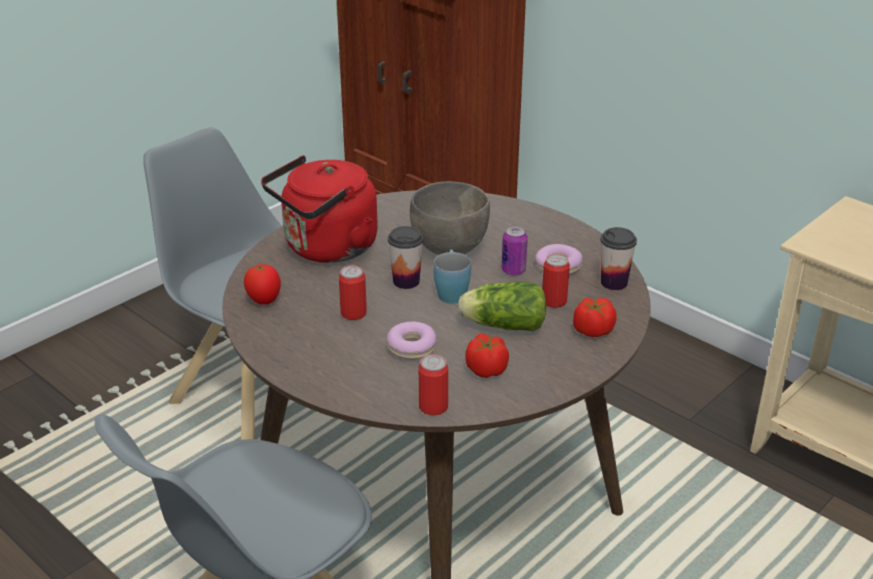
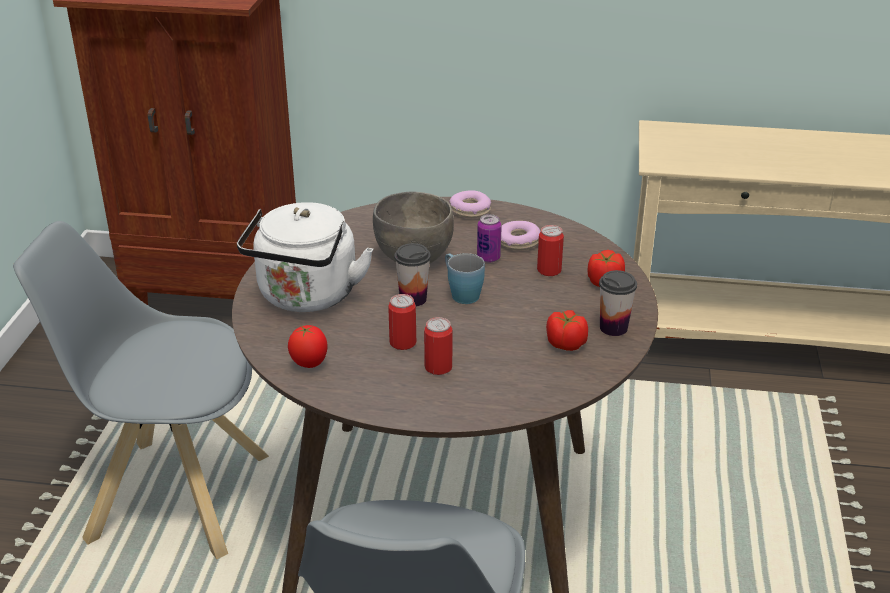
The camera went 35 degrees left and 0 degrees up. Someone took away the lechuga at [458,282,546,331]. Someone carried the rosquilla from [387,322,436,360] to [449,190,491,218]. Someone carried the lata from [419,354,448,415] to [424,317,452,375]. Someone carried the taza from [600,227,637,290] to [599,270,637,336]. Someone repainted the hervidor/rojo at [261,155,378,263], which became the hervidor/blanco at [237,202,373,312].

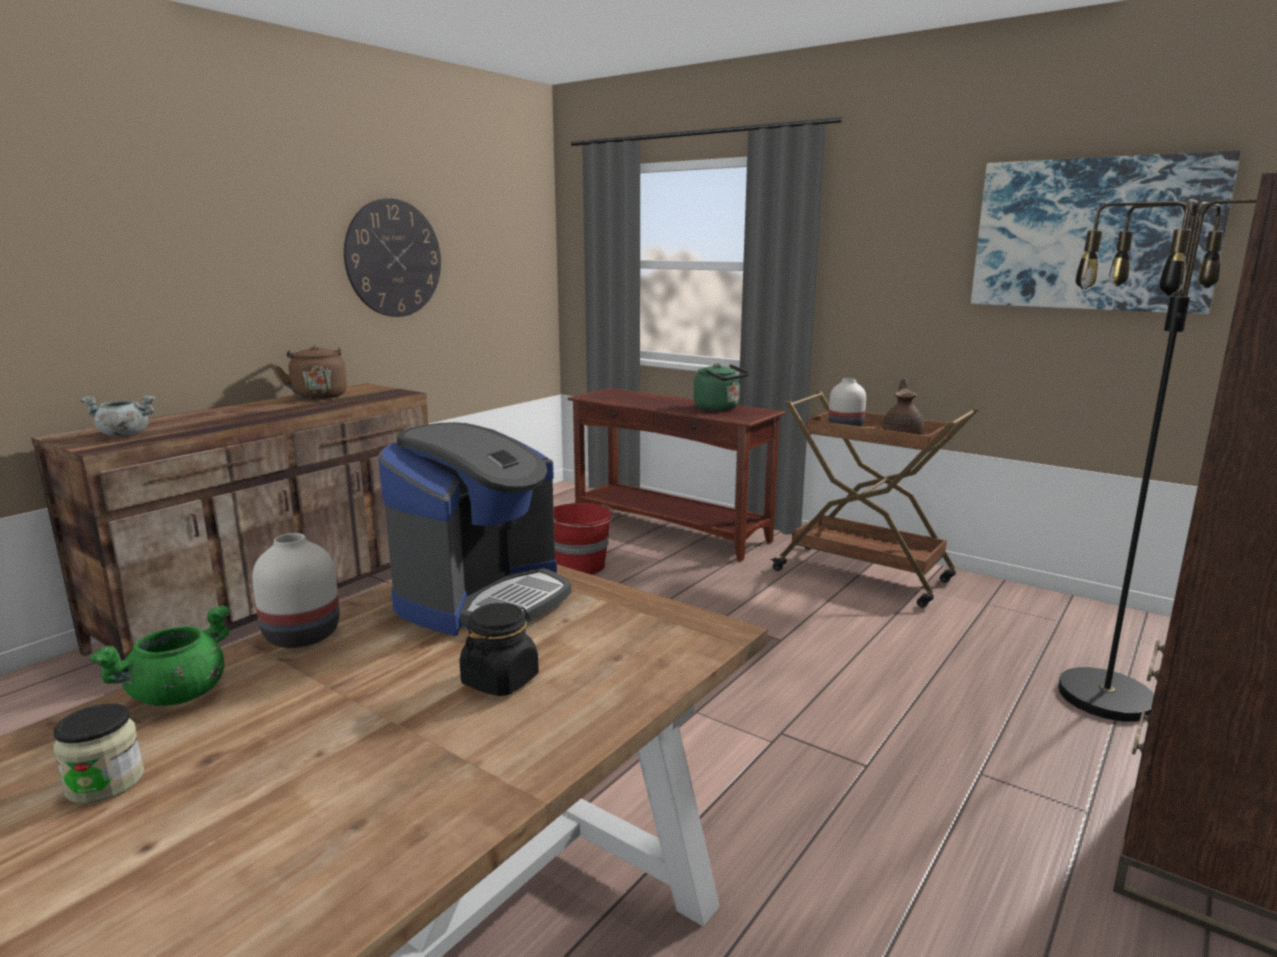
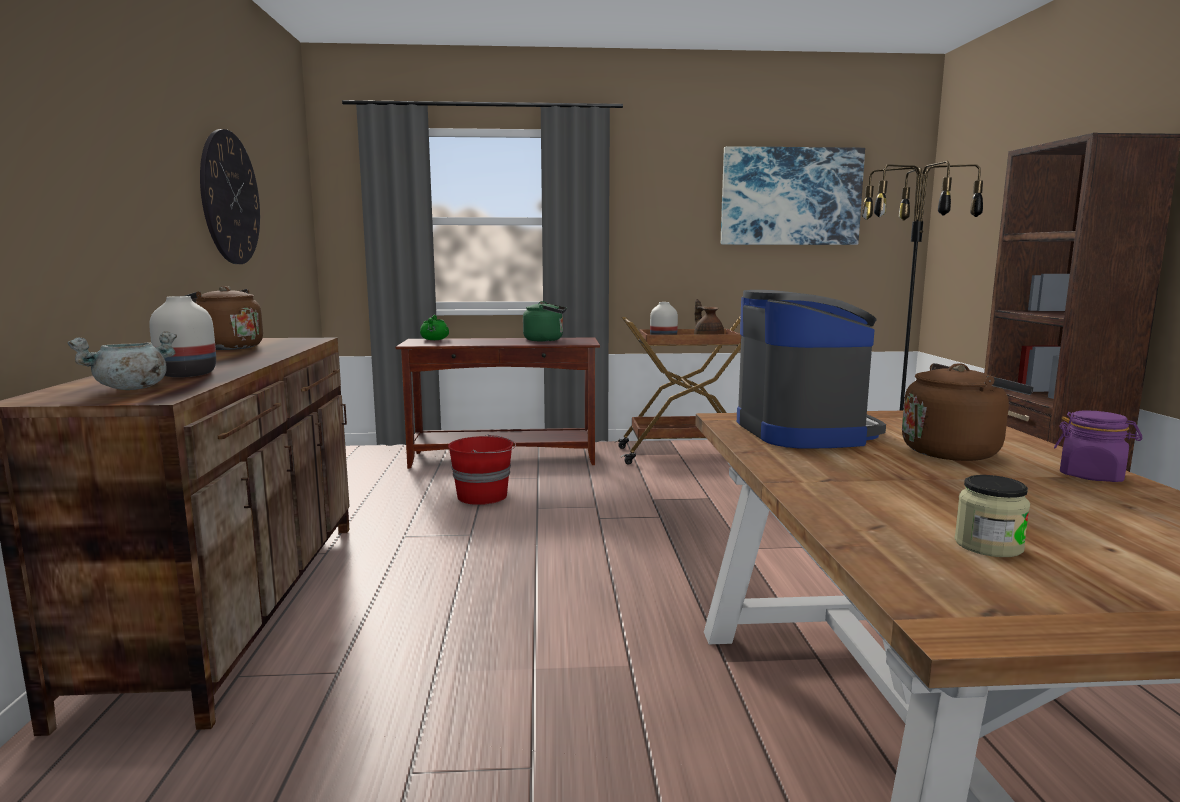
The camera went 40 degrees left and 5 degrees down. Someone put down the tarro/morado at [1054,411,1142,482]. Someone carried the olla/verde from [89,605,231,706] to [420,315,449,340]. Someone carried the florero/blanco from [252,533,340,648] to [149,296,216,377]. Someone swapped the tarro/negro at [460,603,539,696] for the hervidor/marrón at [902,363,1033,461].

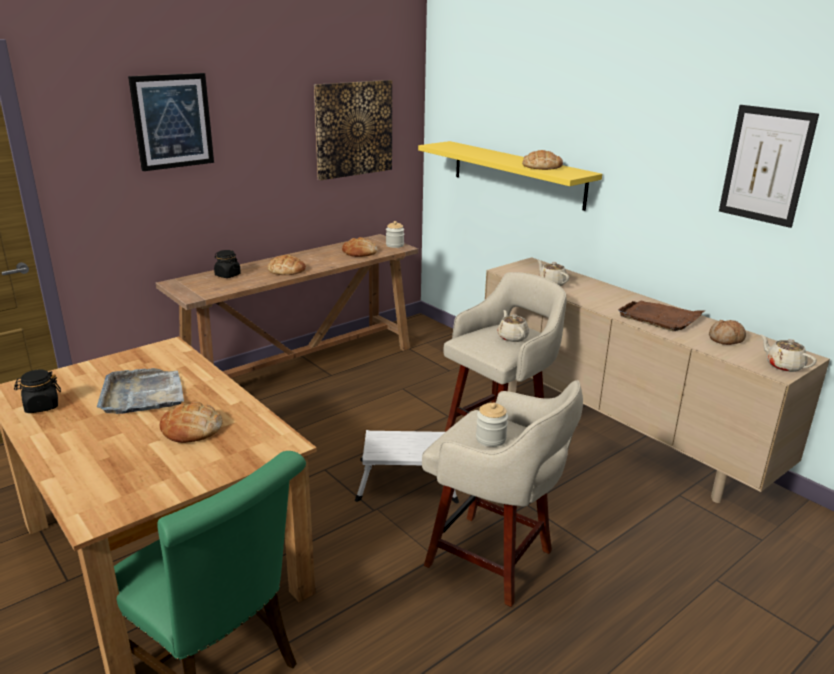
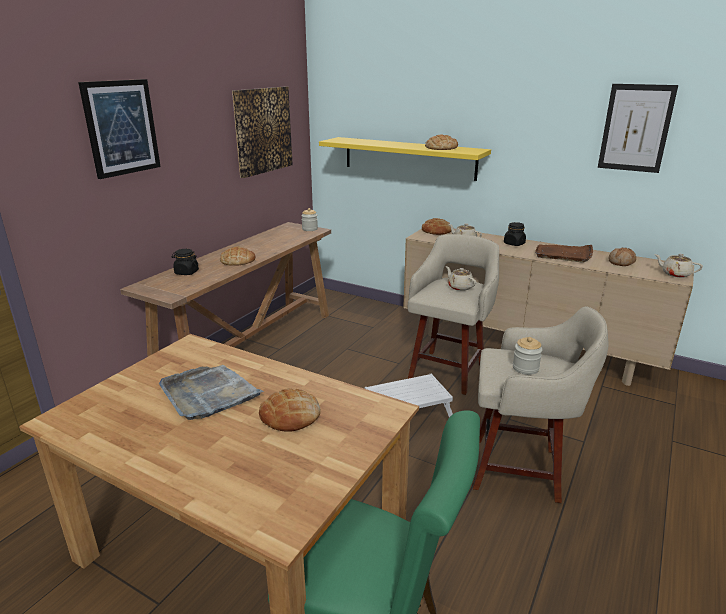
The camera went 20 degrees left and 0 degrees up. Someone carried the tarro/negro from [14,369,61,413] to [504,222,526,246]. Someone carried the pan from [342,237,378,257] to [422,218,451,235].

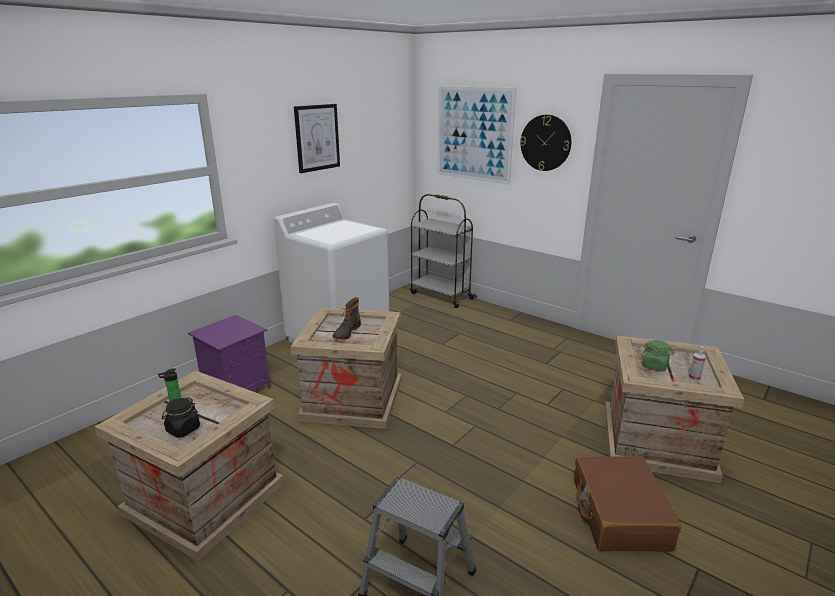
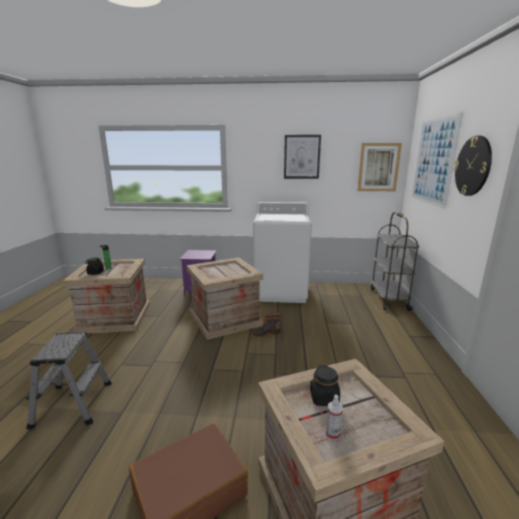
The camera went 55 degrees right and 5 degrees down. Someone put up the cuadro at [357,143,402,191]. Someone carried the bota from [332,297,361,340] to [251,313,281,336]. Someone repainted the tarro/verde at [642,340,674,372], which became the tarro/negro at [310,365,340,406].

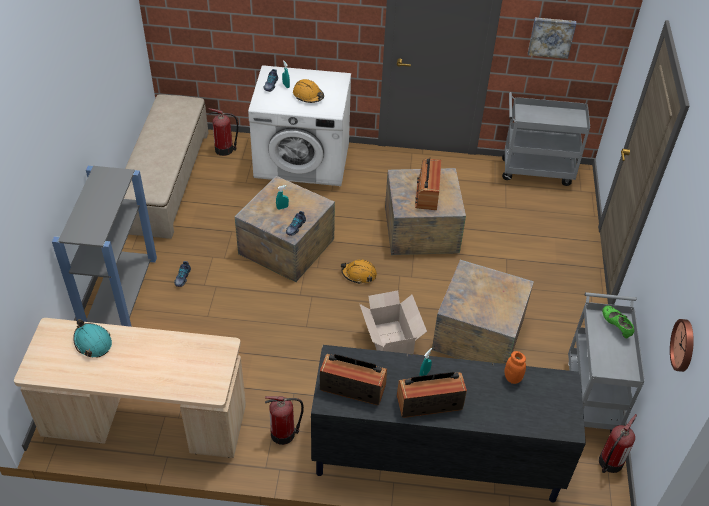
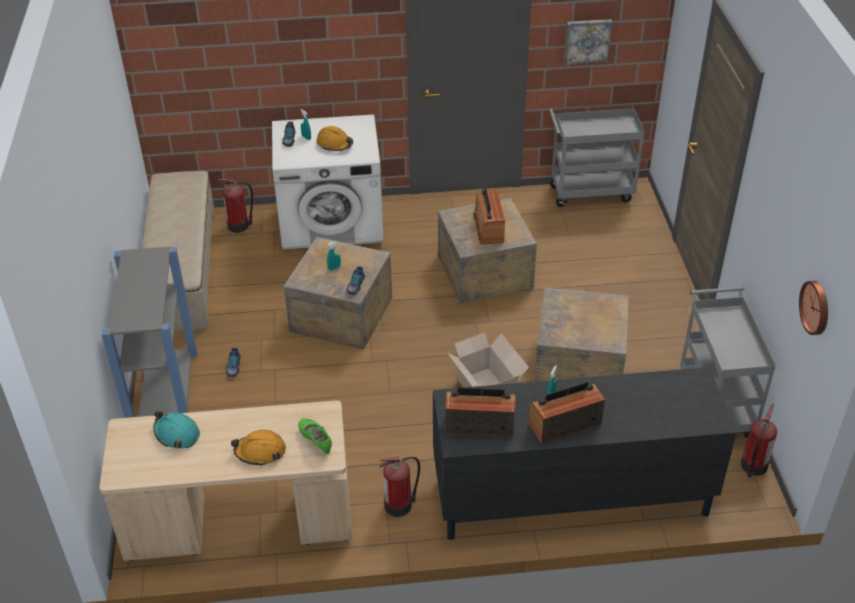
The camera went 10 degrees left and 5 degrees down. Someone took away the tarro/naranja at [505,351,526,384]. Someone carried the casco/naranja from [341,260,377,284] to [231,430,286,466]. Someone carried the zapato/verde from [602,306,634,338] to [298,418,332,454].

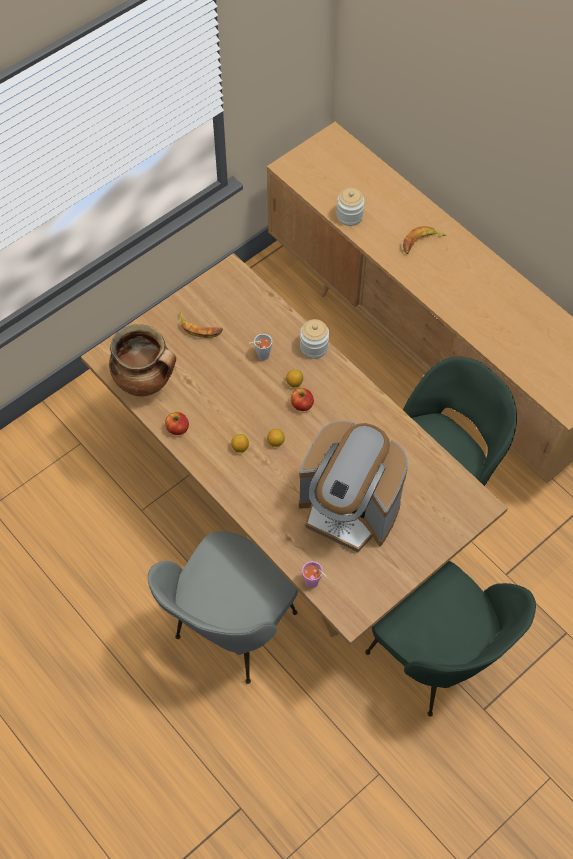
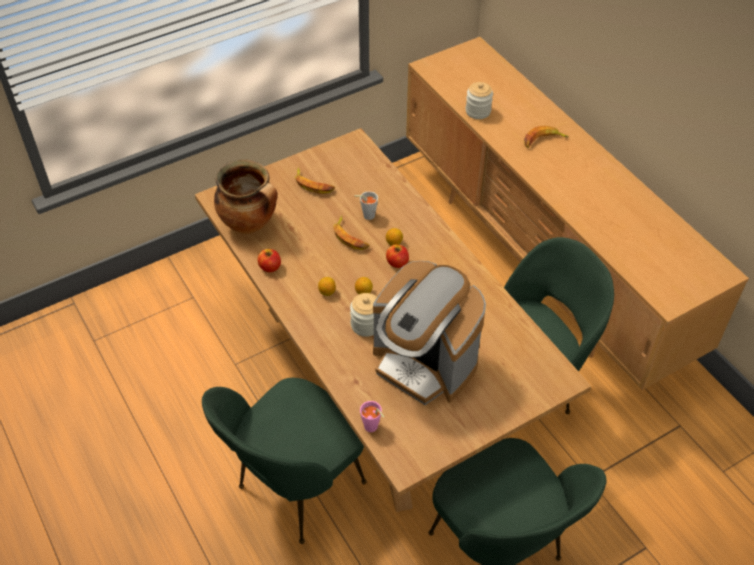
The camera went 10 degrees right and 10 degrees down. Someone put down the plátano at [333,215,369,250]. Someone carried the tarro from [300,319,329,359] to [350,293,377,337]. Someone repainted the silla/gris at [148,531,298,684], which became the silla/verde at [202,378,367,544].

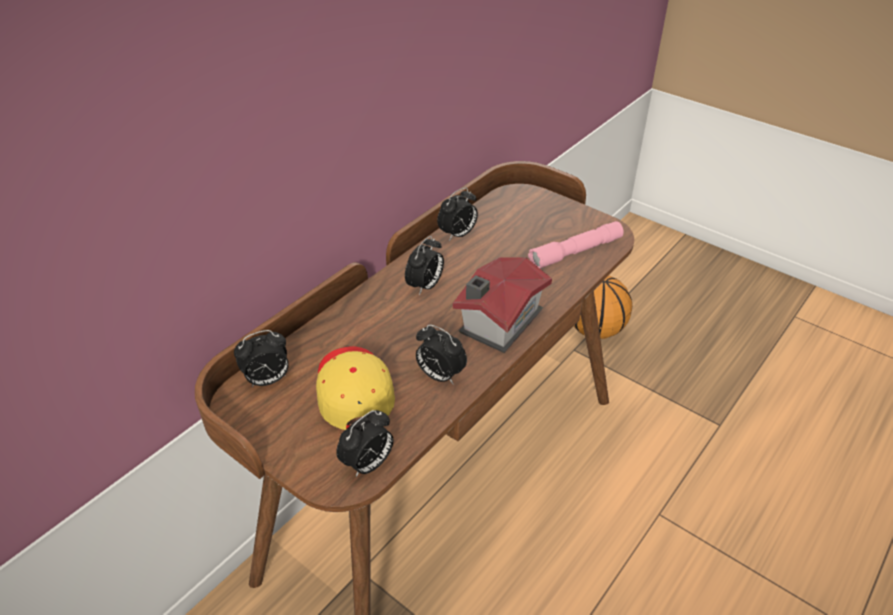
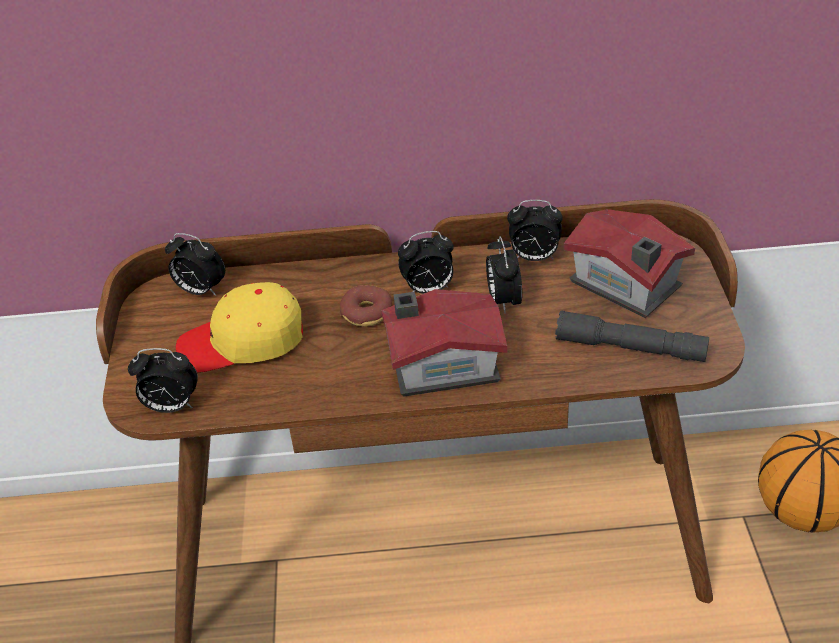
The camera went 50 degrees right and 0 degrees up. Someone put down the rosquilla at [340,285,392,327]. Someone put down the casita at [563,209,695,318]. Someone carried the despertador from [416,324,467,384] to [486,236,522,314]. Someone repainted the linterna/rosa at [528,221,624,269], which became the linterna/gris at [555,310,709,362]. Someone rotated the gorra/amarillo at [316,346,395,430] by 135 degrees counterclockwise.

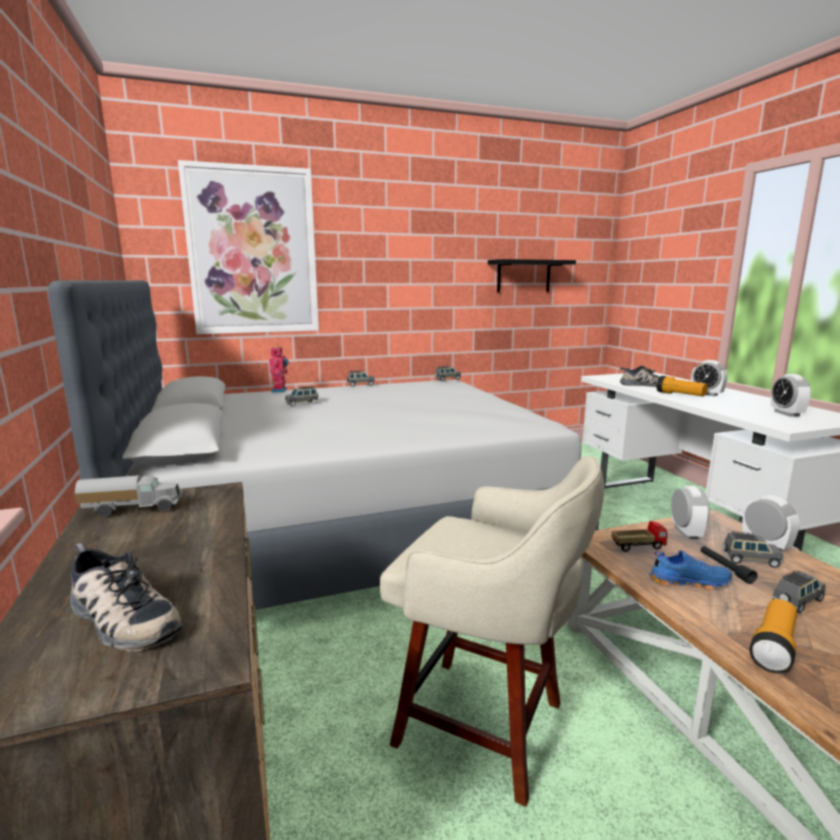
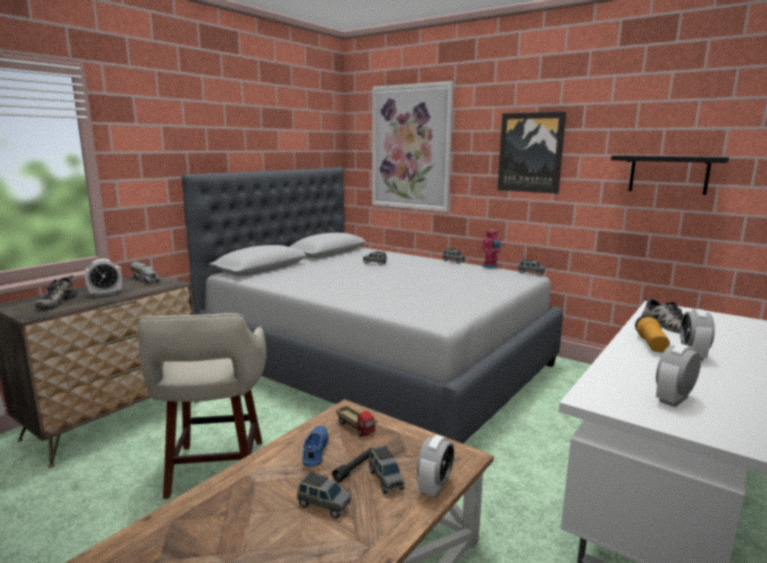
The camera went 55 degrees right and 0 degrees up. Someone took away the linterna at [749,599,797,673]. Someone put up the cuadro at [498,112,566,194]. Someone carried the robot de juguete from [269,345,288,392] to [482,229,502,269]. Someone carried the despertador from [671,486,710,539] to [85,259,122,297]. Someone rotated the zapato/azul at [650,550,732,590] by 150 degrees counterclockwise.

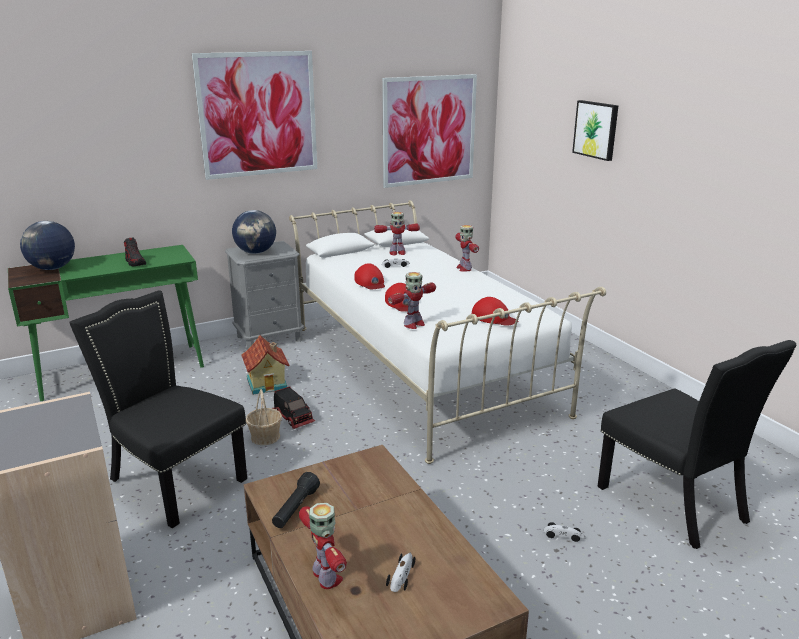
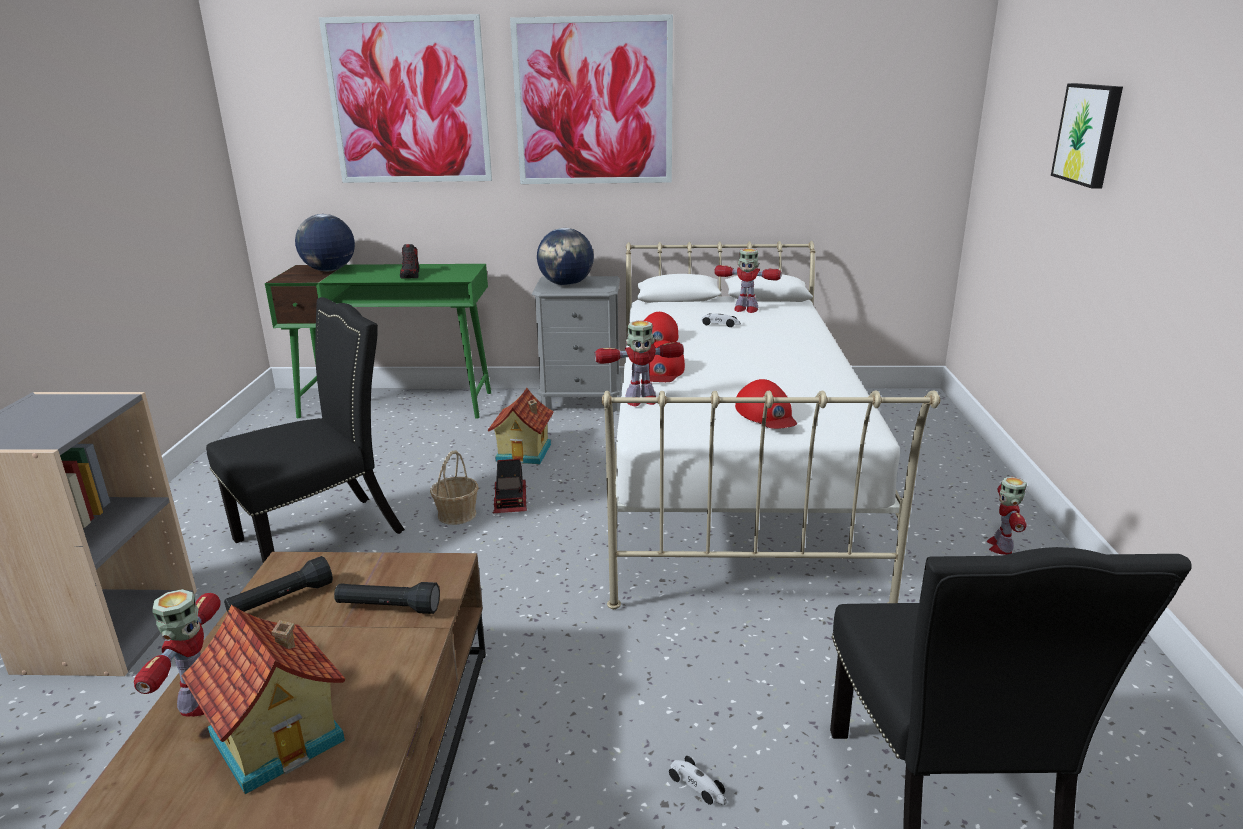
The camera went 30 degrees right and 0 degrees up. Someone put down the linterna/negro at [334,582,440,614]. Someone carried the cuadro from [382,74,477,188] to [319,14,492,183]. Someone carried the robot de juguete from [455,225,479,272] to [987,477,1027,555]. Someone swapped the coche de juguete at [386,553,415,592] for the casita at [181,605,345,794]. Someone rotated the silla/negro at [69,290,247,528] by 75 degrees clockwise.

